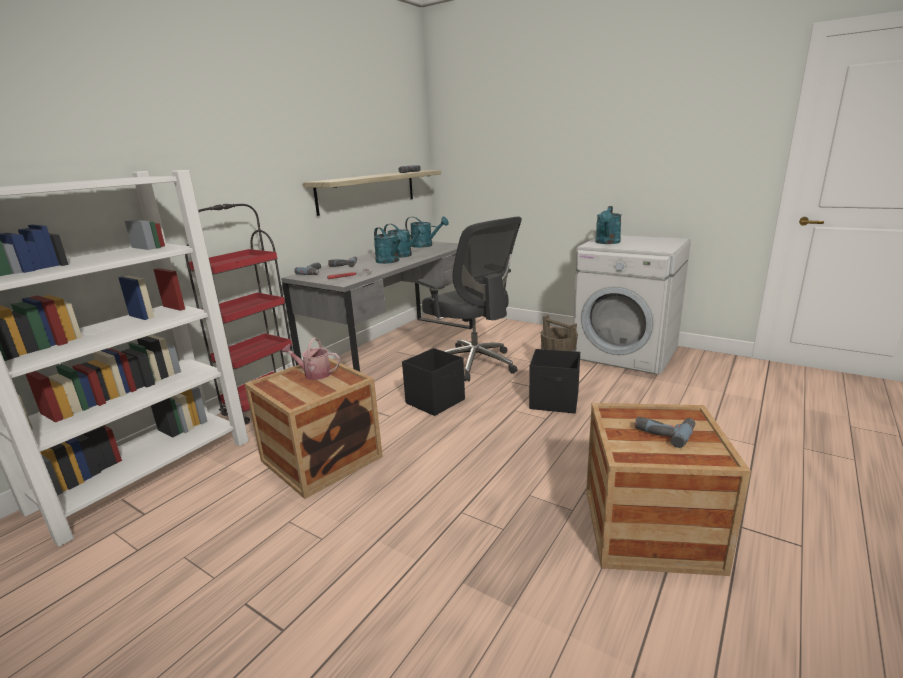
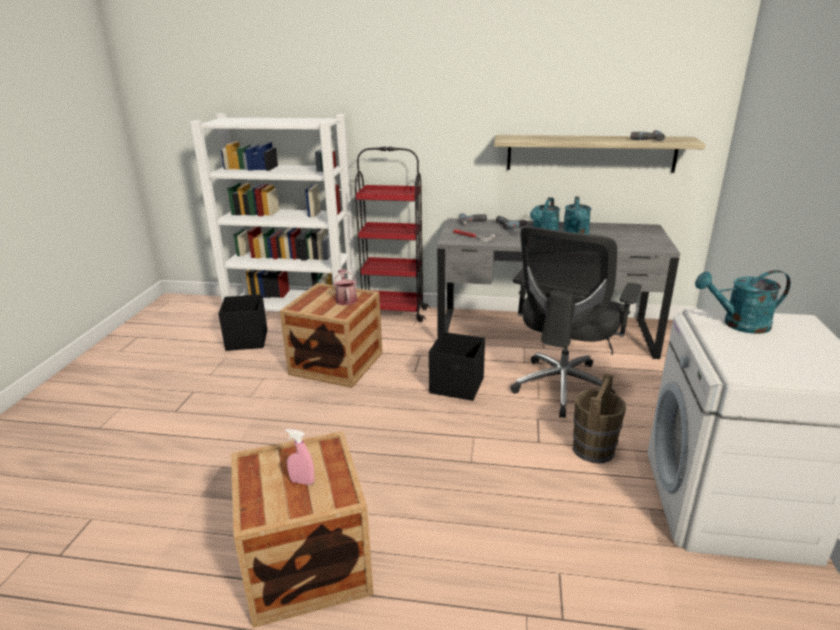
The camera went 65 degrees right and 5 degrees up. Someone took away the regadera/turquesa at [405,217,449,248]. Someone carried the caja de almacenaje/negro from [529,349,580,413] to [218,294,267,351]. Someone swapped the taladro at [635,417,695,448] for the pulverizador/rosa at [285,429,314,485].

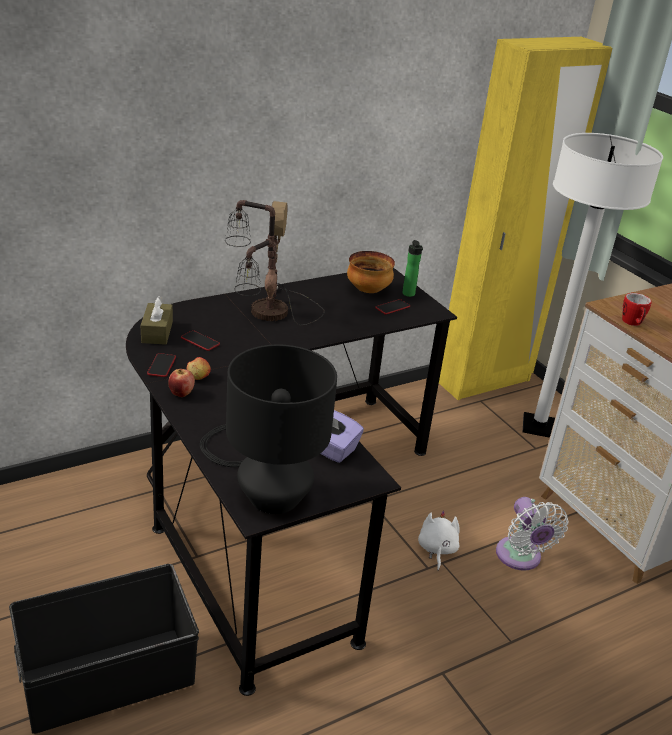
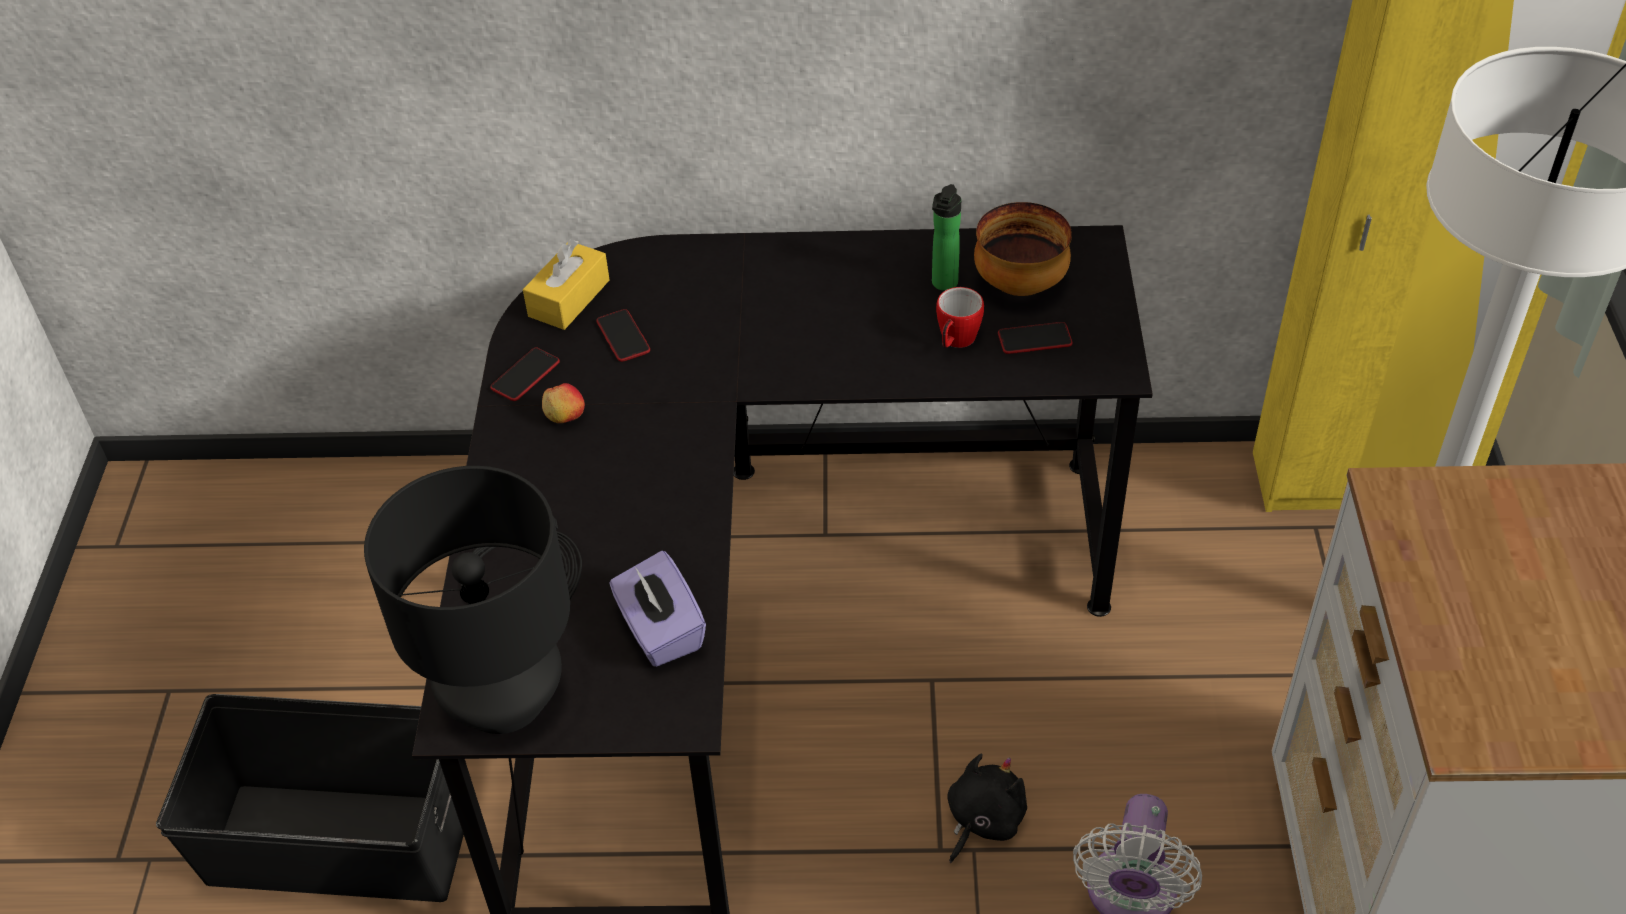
The camera went 35 degrees right and 15 degrees up. Someone took away the manzana at [168,369,195,397]. Someone took away the lámpara de mesa at [225,200,325,326]. Someone carried the botella from [402,240,423,297] to [932,184,962,291]. Someone carried the taza grande from [622,293,652,326] to [936,287,984,348]. Someone repainted the caja de pañuelos/marrón at [141,296,173,345], which became the caja de pañuelos/amarillo at [523,239,610,330]. Someone repainted the peluche/blanco at [418,511,460,571], which became the peluche/negro at [947,754,1027,863].

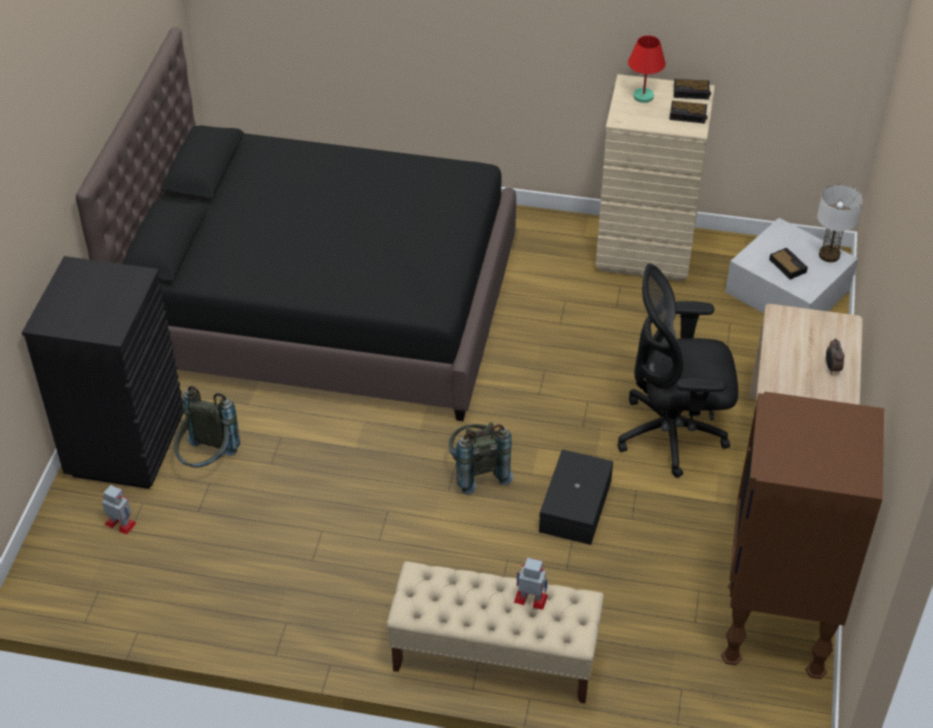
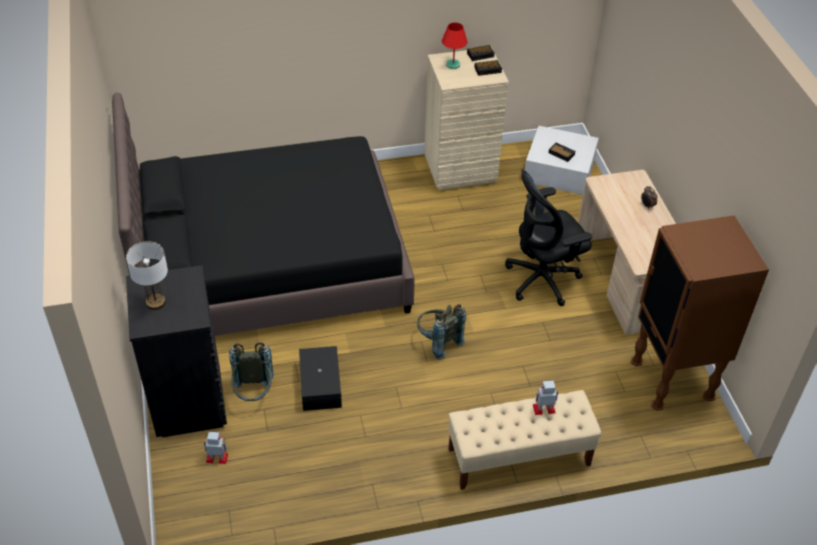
The camera went 25 degrees left and 0 degrees up. Someone carried the caja de almacenaje/negro from [539,449,613,545] to [299,346,342,411]. Someone carried the lámpara de mesa from [817,184,863,262] to [126,241,168,310].

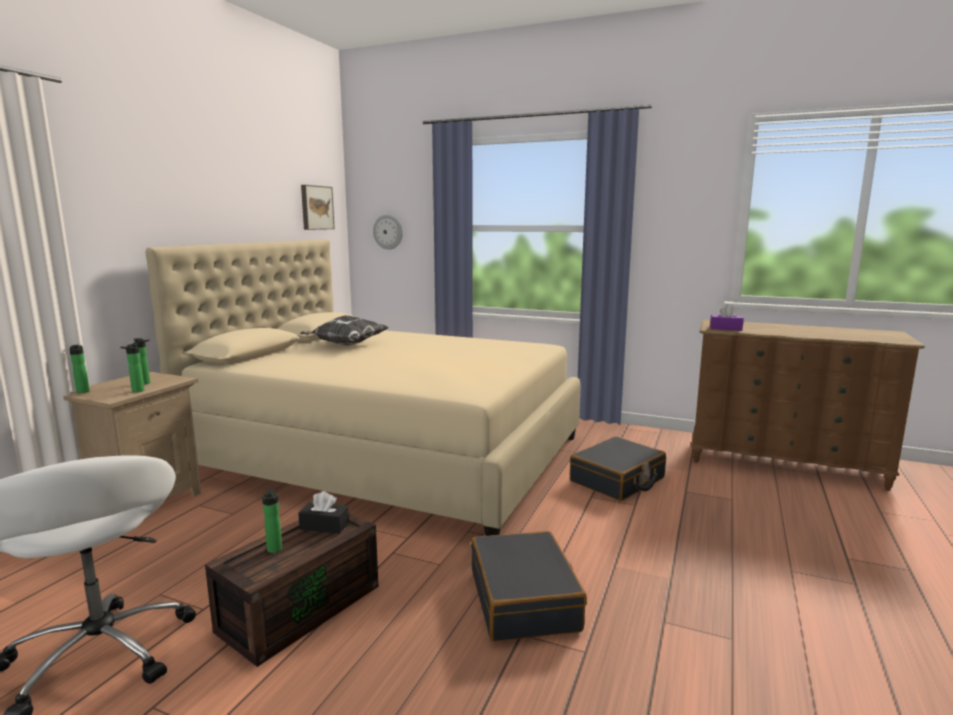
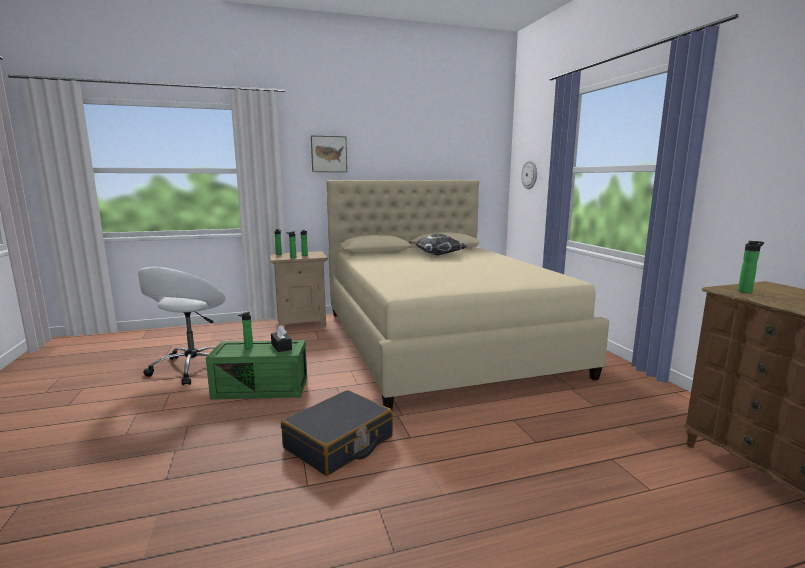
The camera went 50 degrees right and 0 degrees up. Someone took away the maleta/negro at [570,437,666,501]. Someone carried the cuadro from [301,185,335,230] to [311,136,347,172]. Someone swapped the caja de pañuelos/morado at [710,304,744,331] for the botella at [738,241,764,293]. Someone repainted the caja de almacenaje/marrón at [205,513,378,667], which became the caja de almacenaje/verde at [206,340,307,400].

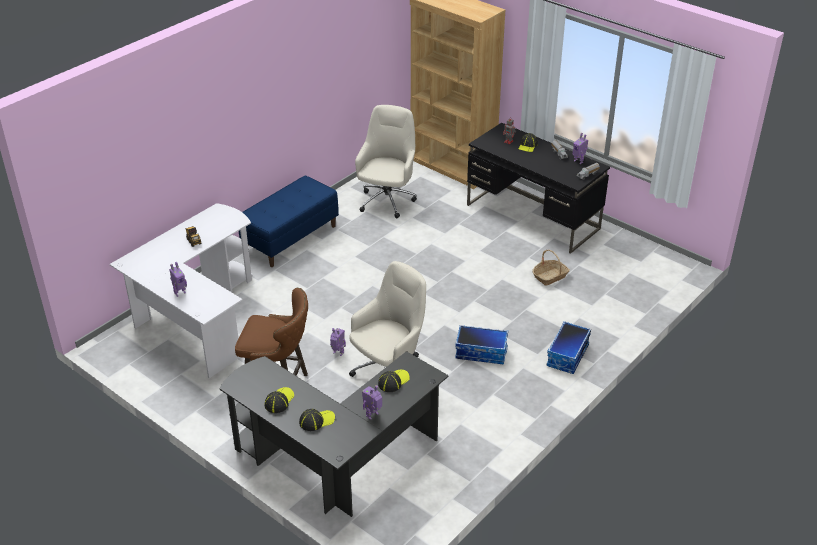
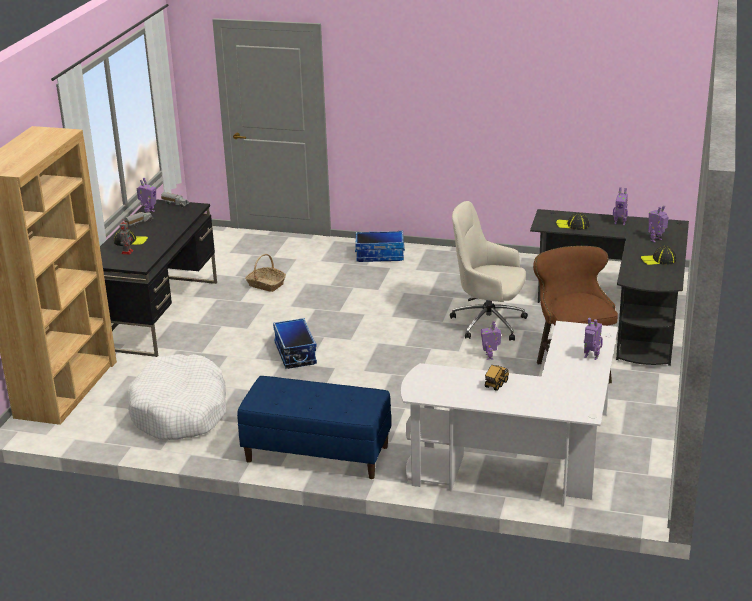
The camera went 115 degrees left and 10 degrees down. Someone carried the caja de almacenaje from [455,325,508,364] to [273,318,317,369]. Someone swapped the gorra at [299,409,335,431] for the robot de juguete at [649,205,669,243]. Someone swapped the silla de oficina/beis at [355,105,417,218] for the cama para perro/blanco at [128,354,227,440].

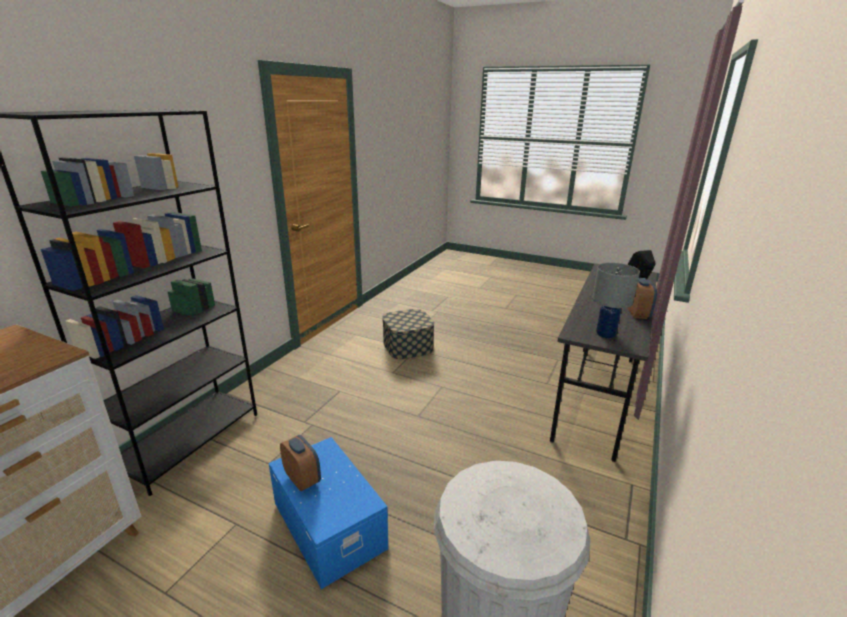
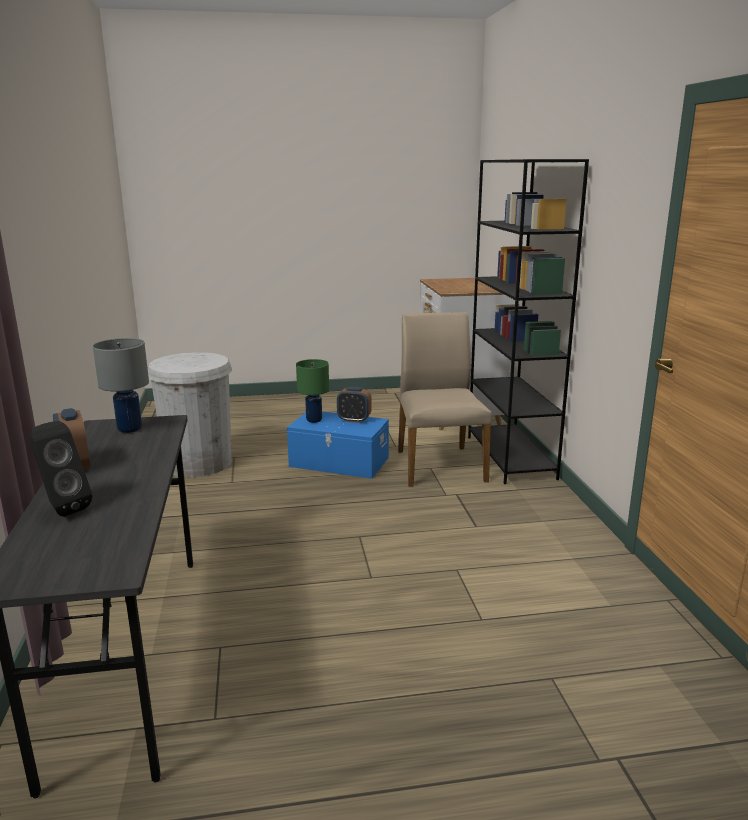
The camera went 145 degrees right and 5 degrees down. Someone took away the caja de almacenaje at [382,309,434,359]. Someone put down the lámpara de mesa/verde at [296,359,329,423]. Someone put down the silla/beis at [398,312,491,487].

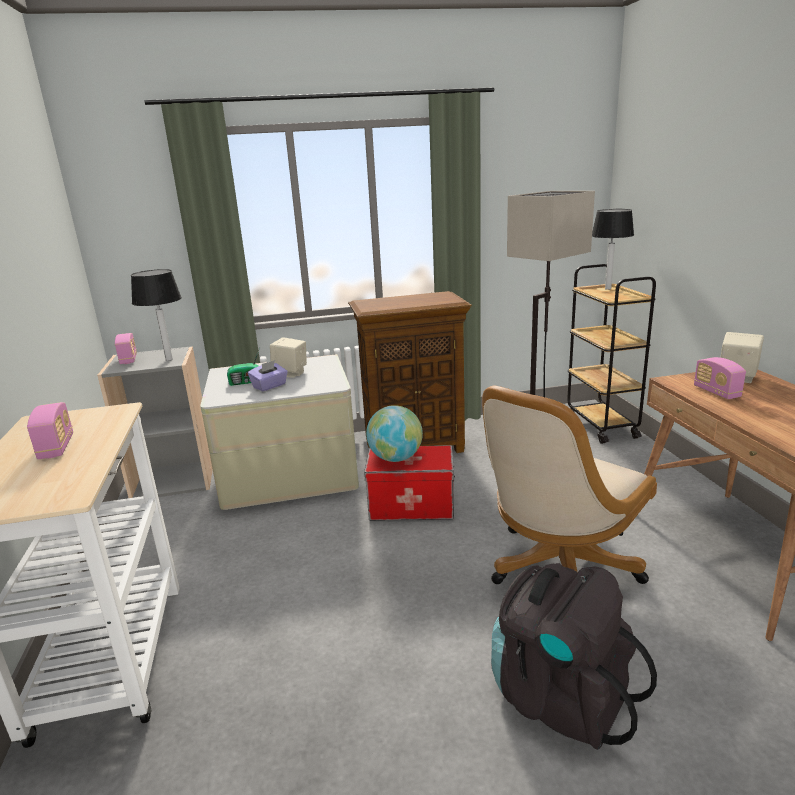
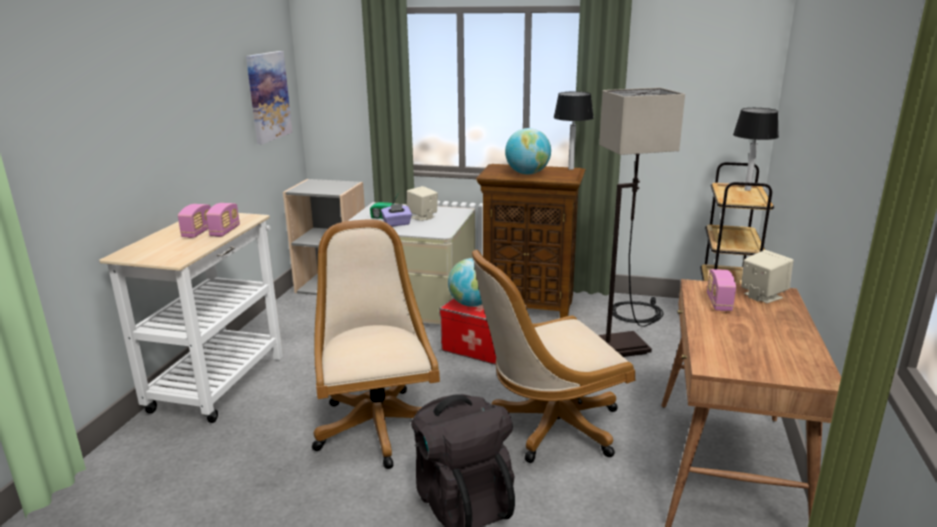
The camera went 25 degrees right and 0 degrees up. Someone put up the cuadro at [246,51,292,144]. Someone put down the silla de oficina at [312,219,440,469]. Someone put down the globo terráqueo at [505,128,551,175]. Someone carried the radio from [115,333,137,364] to [206,203,240,237]. Someone carried the lámpara de mesa from [131,269,182,361] to [554,92,594,170].

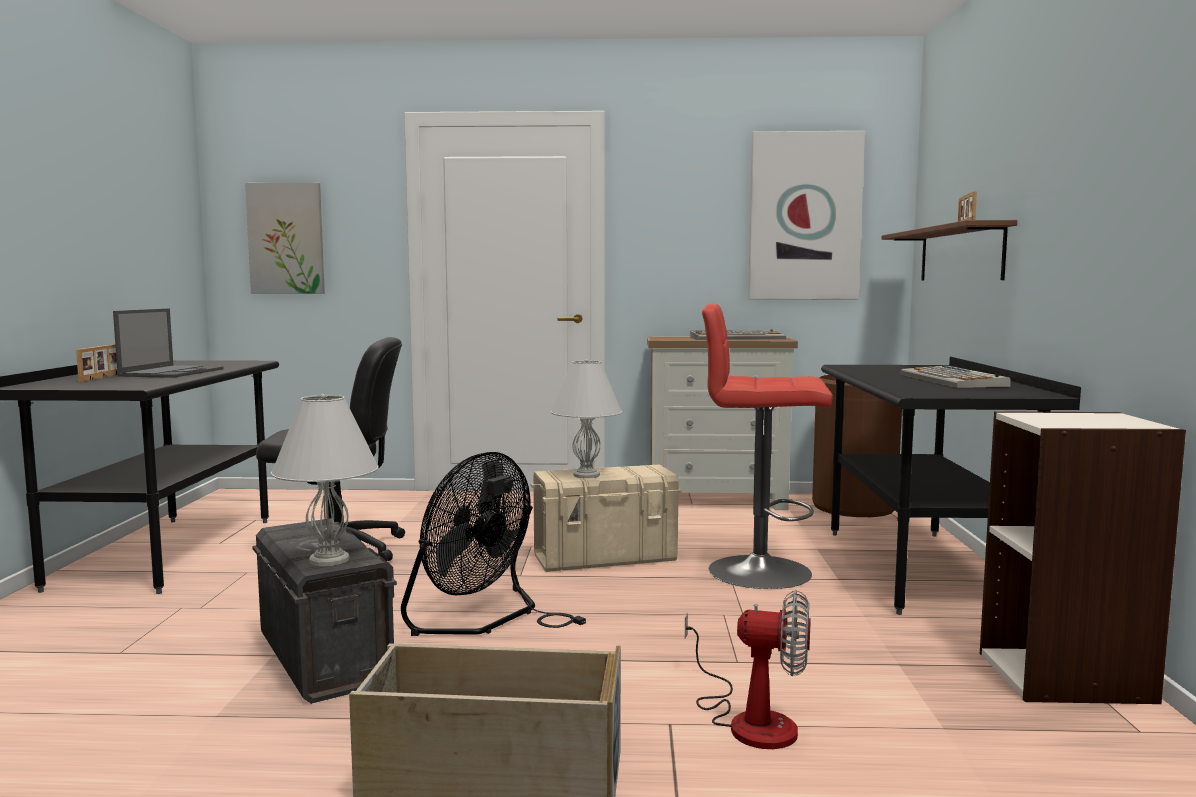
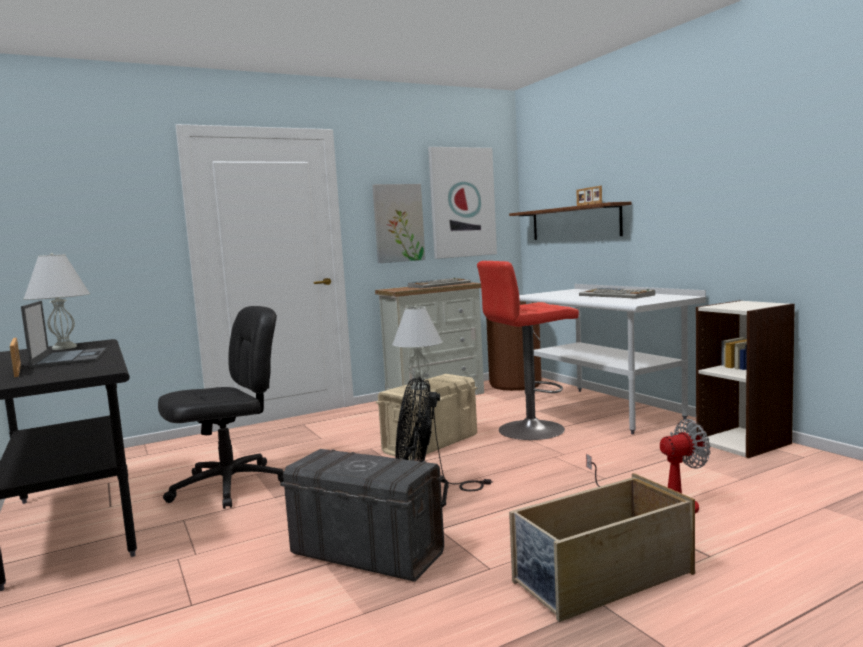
The camera went 30 degrees left and 0 degrees up. Someone carried the cuadro from [245,183,325,294] to [372,184,425,263]. Someone carried the lámpara de mesa/blanco from [271,394,378,566] to [23,253,90,350]. Someone repainted the escritorio/negro at [821,357,1081,615], which became the escritorio/blanco at [519,284,706,434].

